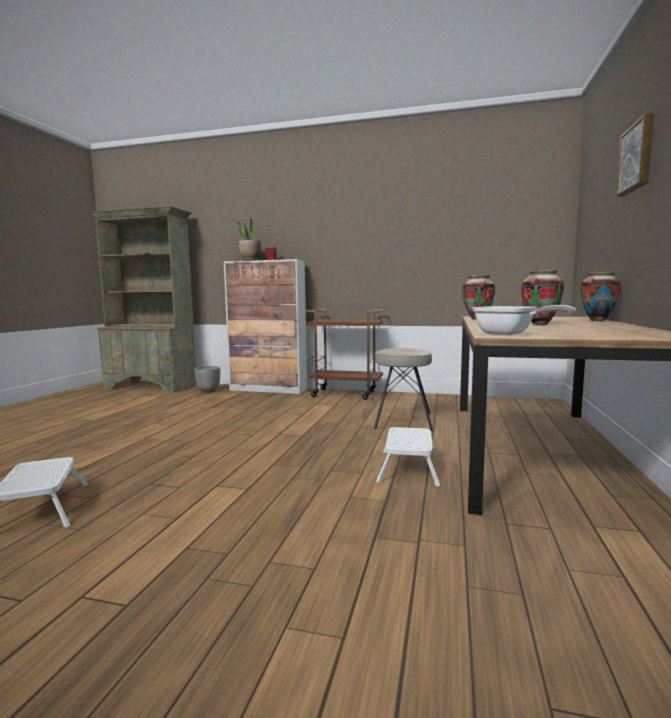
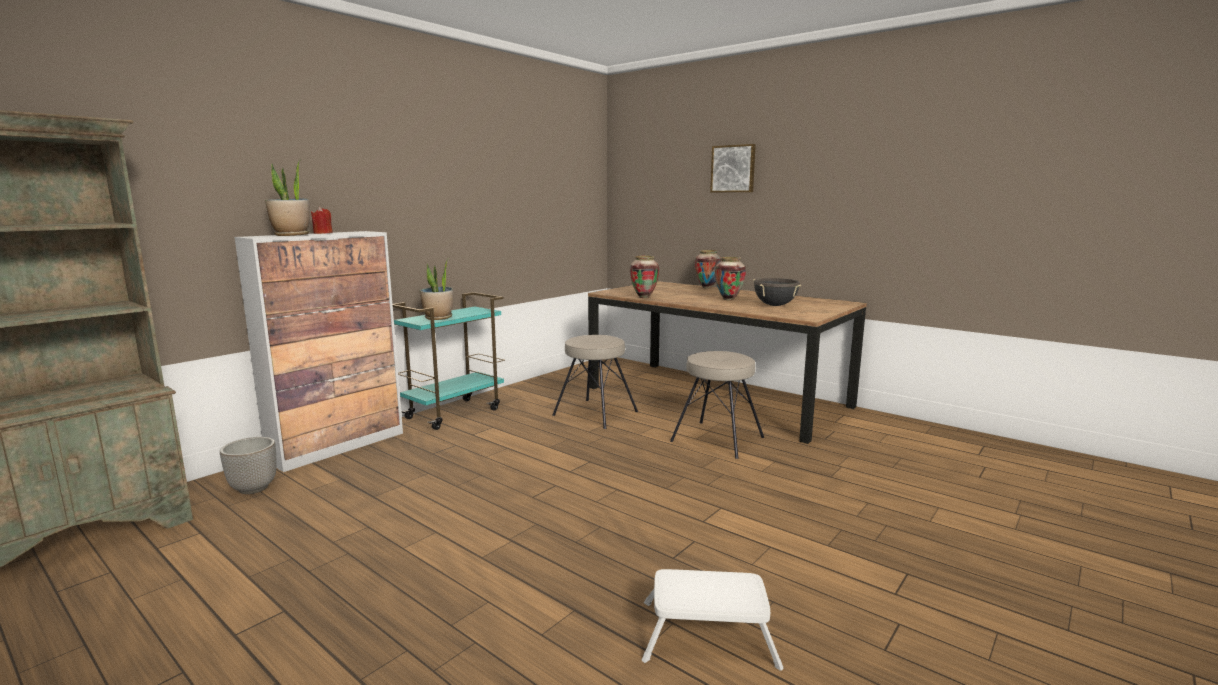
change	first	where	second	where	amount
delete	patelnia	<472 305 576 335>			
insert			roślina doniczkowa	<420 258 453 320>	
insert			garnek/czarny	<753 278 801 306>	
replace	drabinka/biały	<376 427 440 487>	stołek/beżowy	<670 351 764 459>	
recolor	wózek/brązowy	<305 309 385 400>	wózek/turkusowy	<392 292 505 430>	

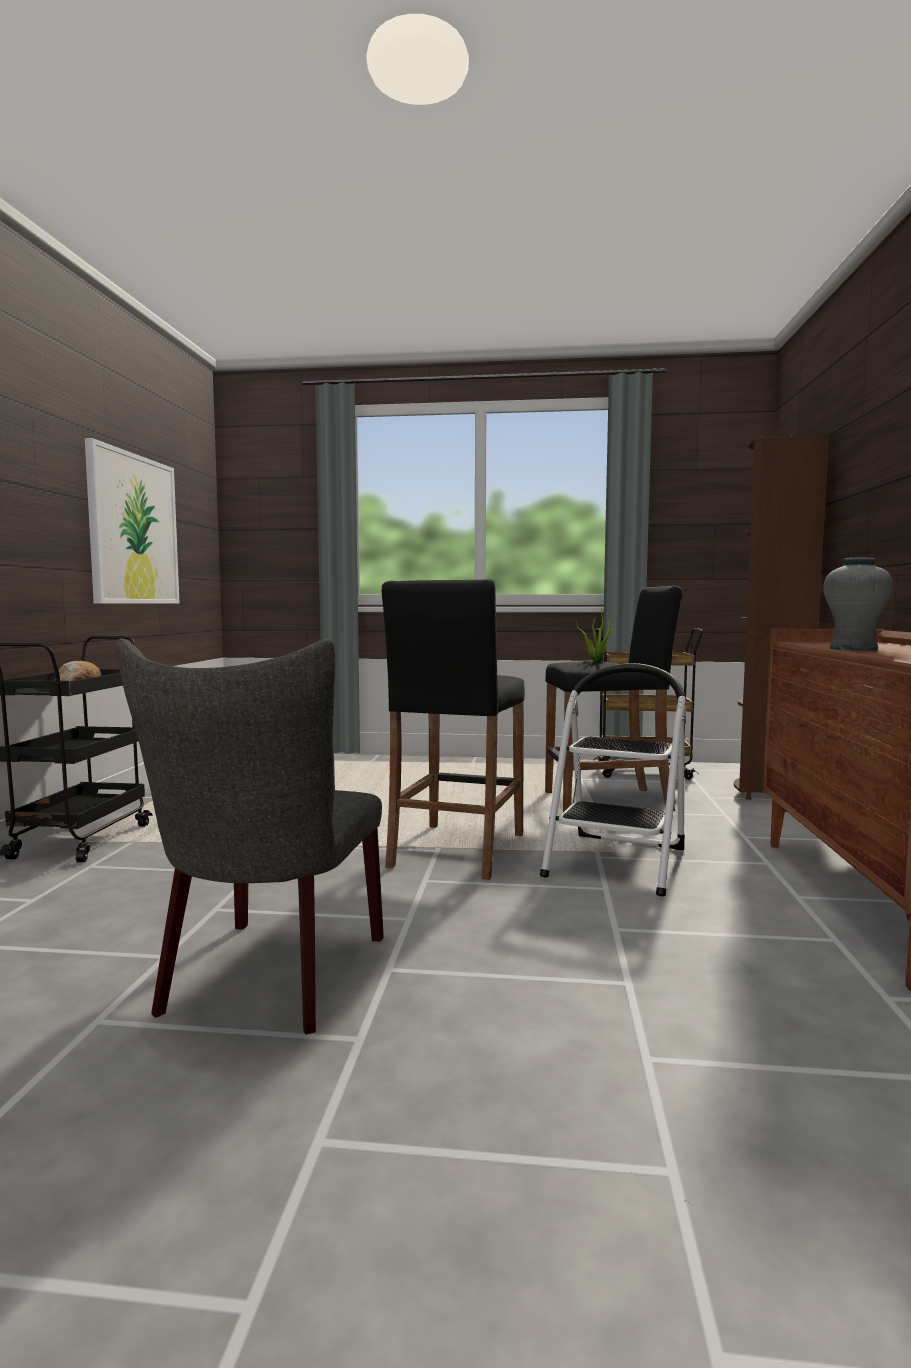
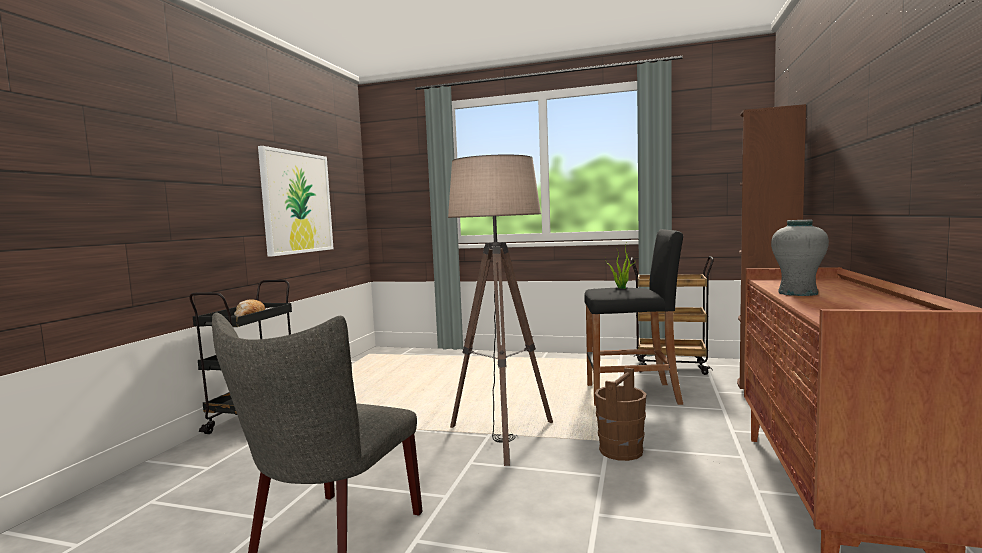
change	first	where	second	where	amount
replace	stołek/czarny	<382 579 525 880>	lampa stojąca	<448 155 553 466>	
replace	drabinka	<540 663 686 896>	wiadro/brązowy	<595 368 647 461>	

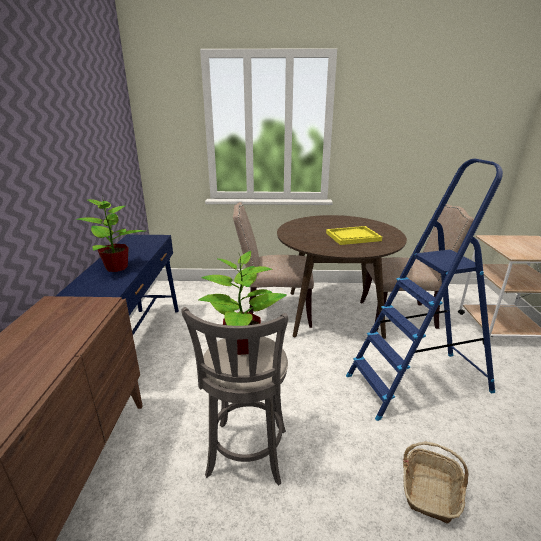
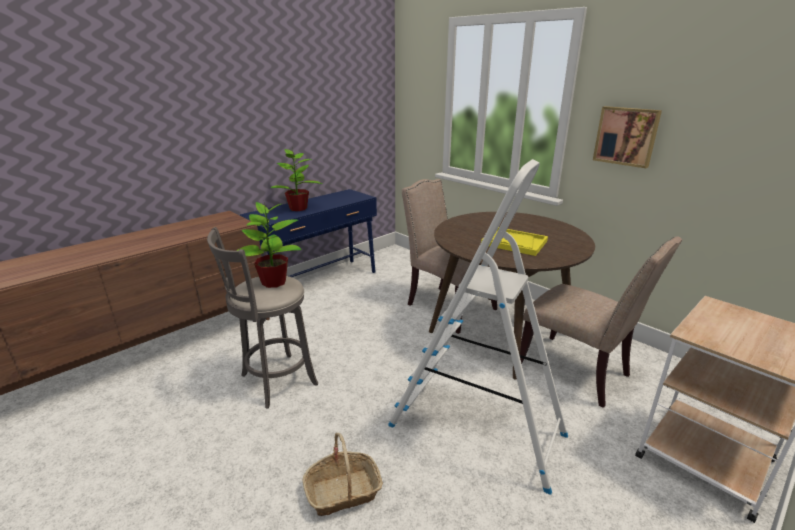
change	first	where	second	where	amount
insert			obraz	<593 106 662 168>	
recolor	drabinka/niebieski	<346 159 503 421>	drabinka/biały	<388 159 568 495>	

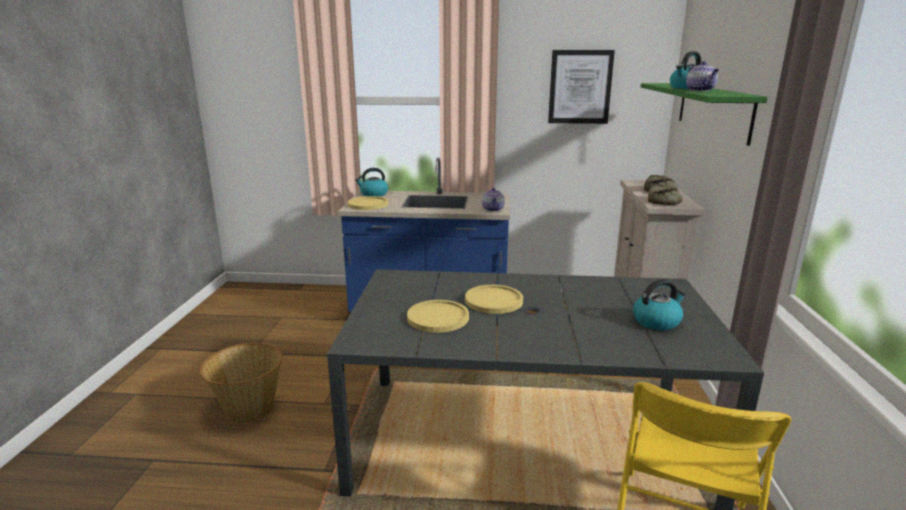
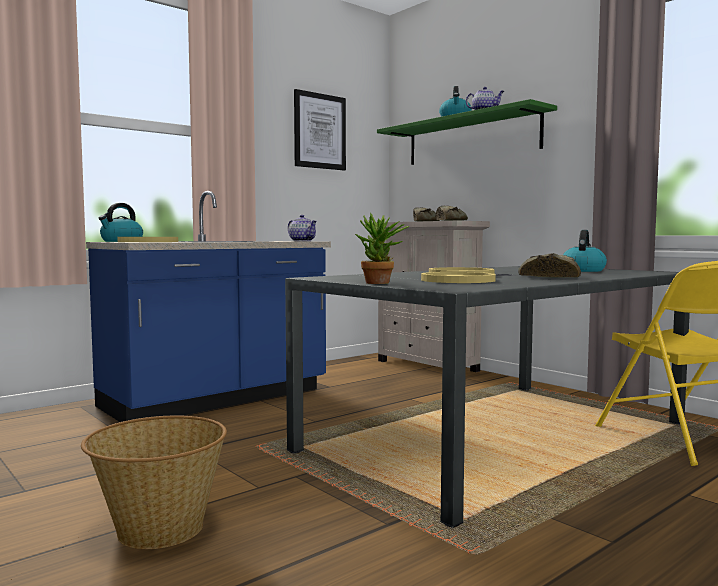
change	first	where	second	where	amount
insert			roślina doniczkowa	<355 212 409 284>	
insert			chleb	<518 253 581 278>	

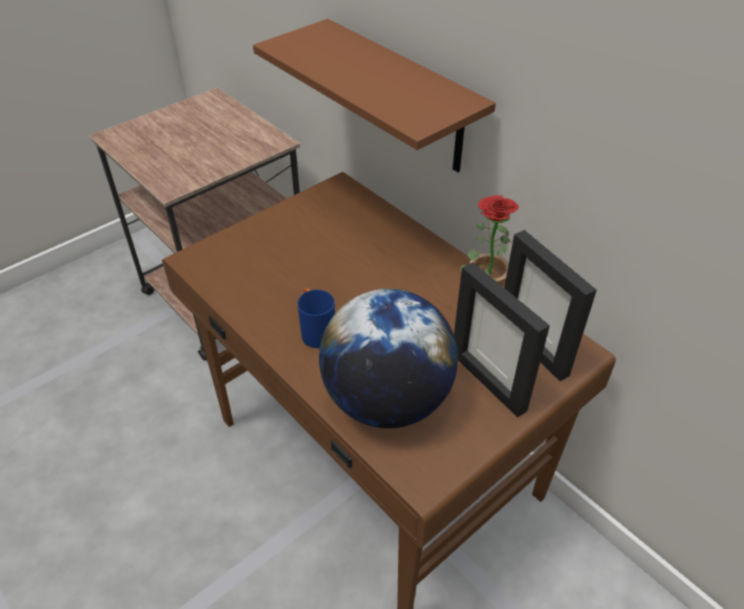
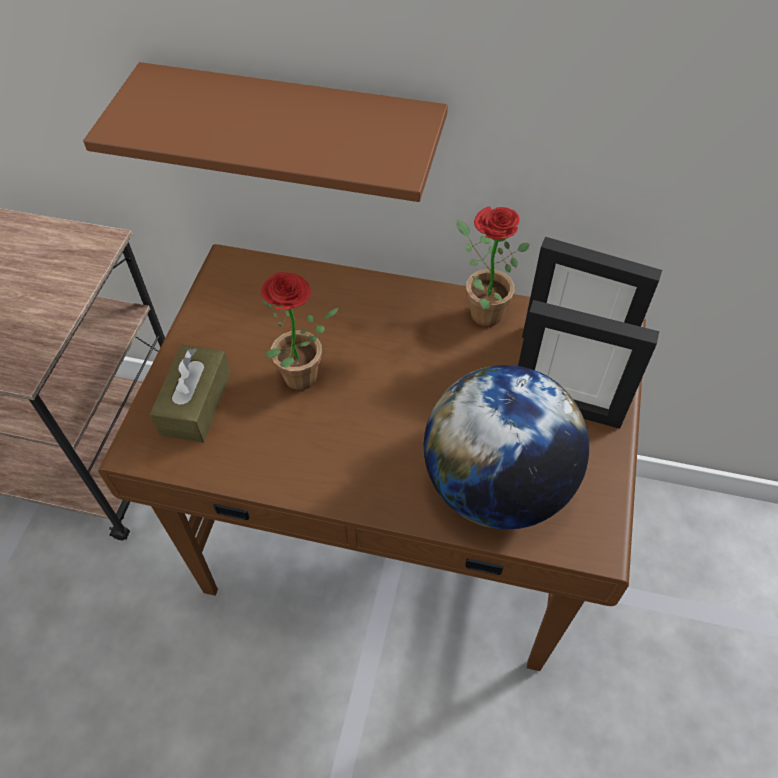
change	first	where	second	where	amount
delete	kubek/niebieski	<297 288 335 348>			
insert			pudełko chusteczek/brązowy	<150 345 231 443>	
insert			roślina doniczkowa	<261 272 338 390>	

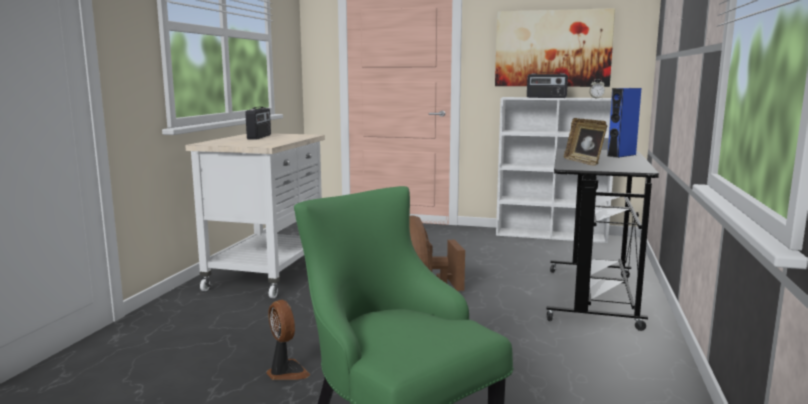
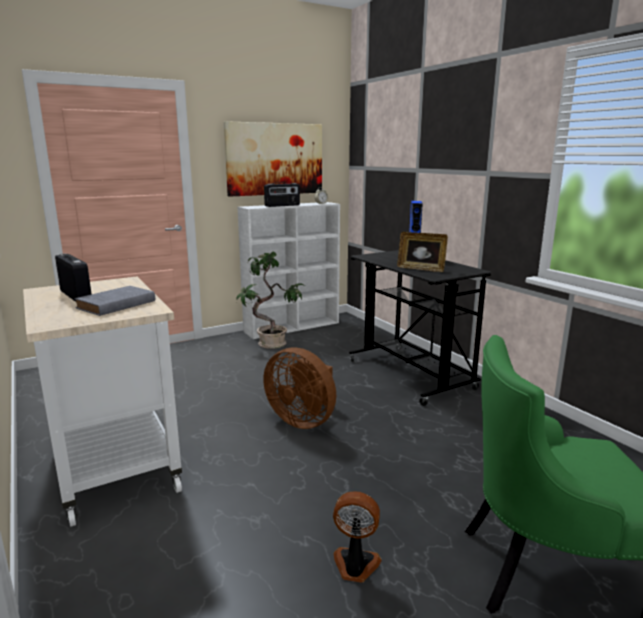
change	first	where	second	where	amount
insert			książka/szary	<74 286 155 316>	
insert			roślina doniczkowa	<236 252 305 349>	

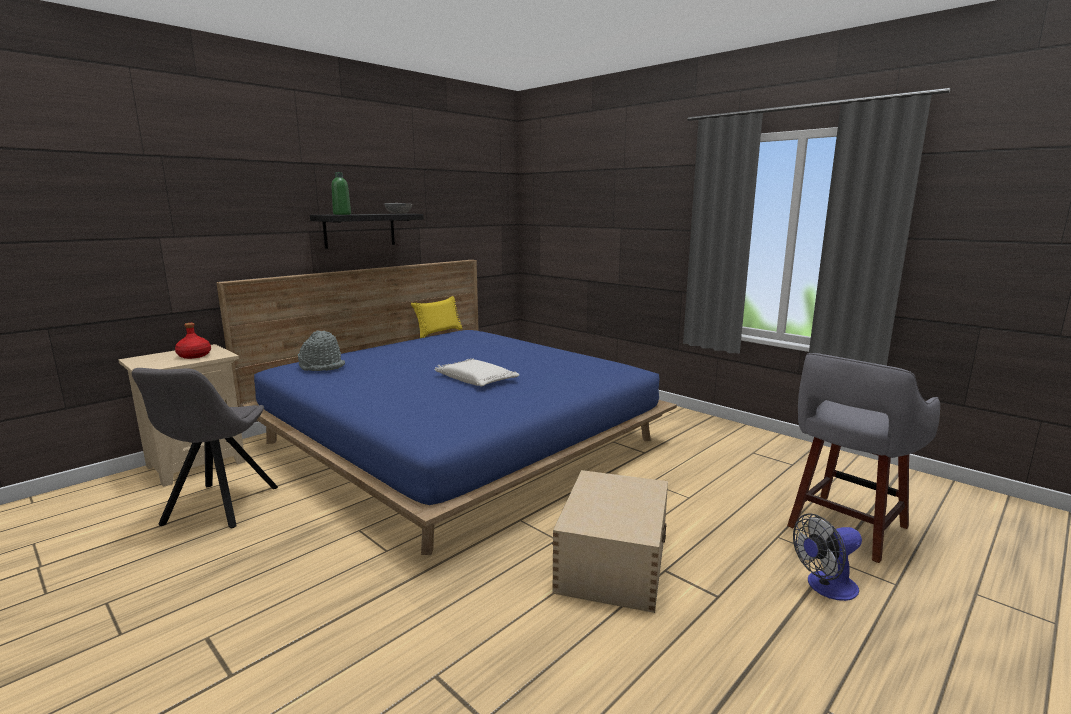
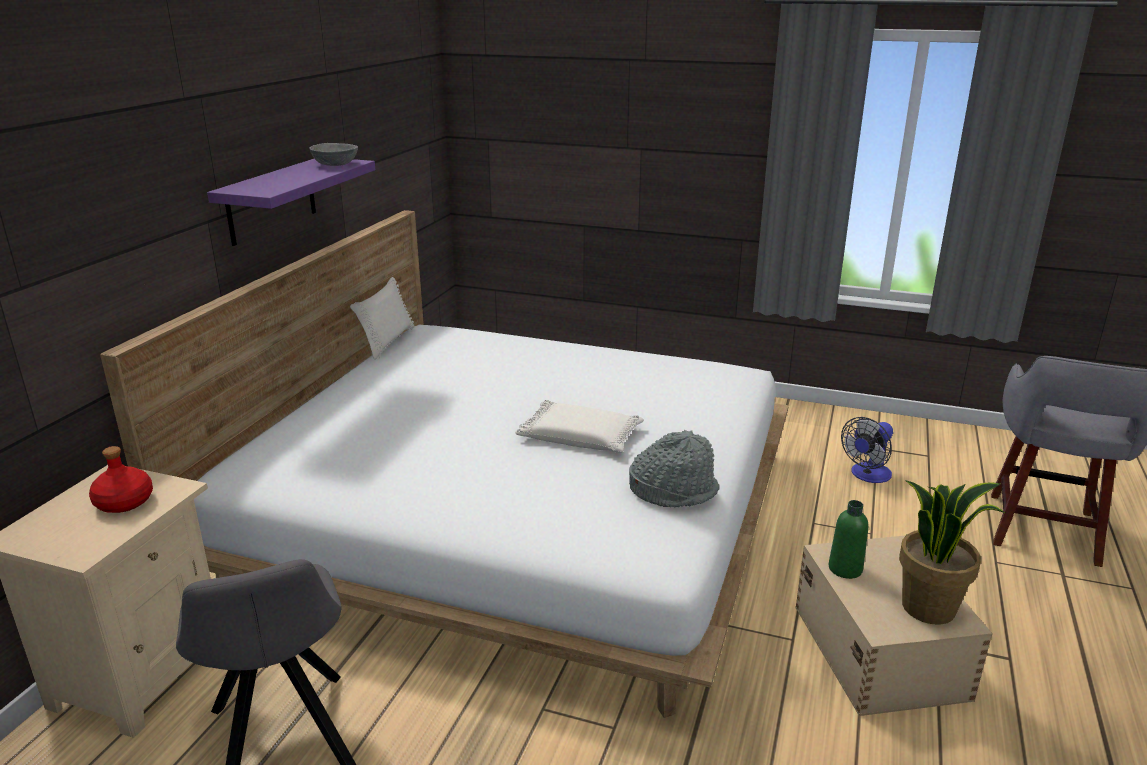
change	first	where	second	where	amount
insert			roślina doniczkowa	<899 480 1005 625>	
move	kapelusz/szary	<298 330 345 371>		<629 430 719 508>	
move	butelka/zielony	<331 172 351 215>		<829 500 868 579>	
move	wentylator	<793 514 862 601>		<841 417 893 483>	
recolor	łóżko/niebieski	<216 260 677 555>	łóżko/biały	<100 210 789 718>	
recolor	półka/czarny	<310 214 424 249>	półka/fioletowy	<207 159 375 246>	
recolor	poduszka/żółty	<411 296 462 338>	poduszka/biały	<350 277 414 360>	

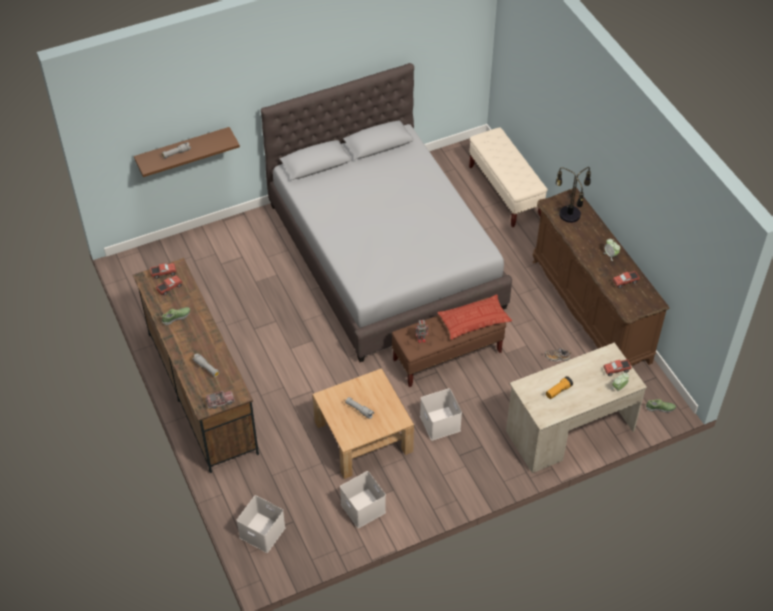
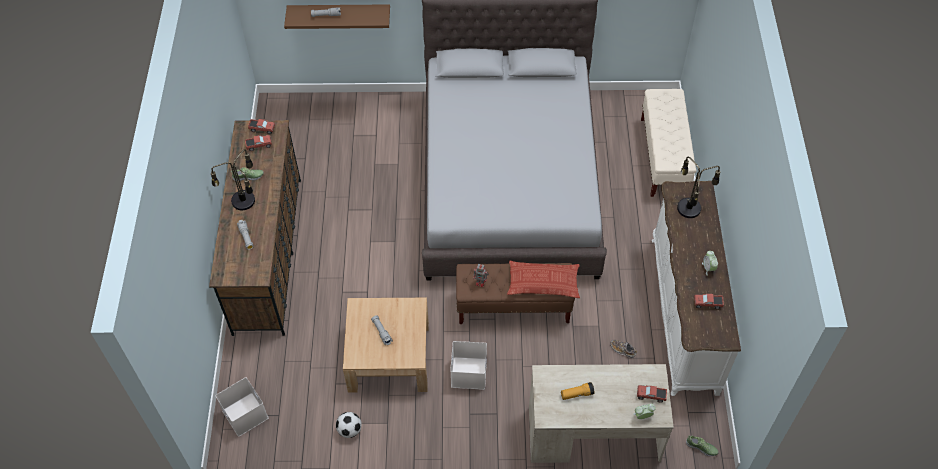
change	first	where	second	where	amount
delete	ciężarówka zabawkowa	<205 391 235 409>			
insert			lampa stołowa	<211 149 255 210>	
replace	pojemnik do przechowywania/biały	<340 471 386 528>	piłka futbolowa	<336 412 362 438>	
recolor	szafka/brązowy	<533 188 669 366>	szafka/biały	<652 181 741 396>	

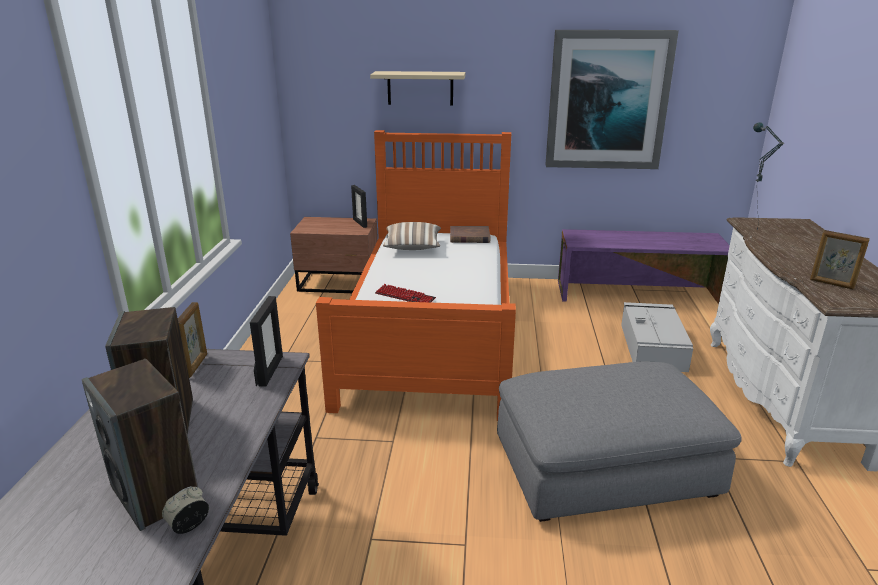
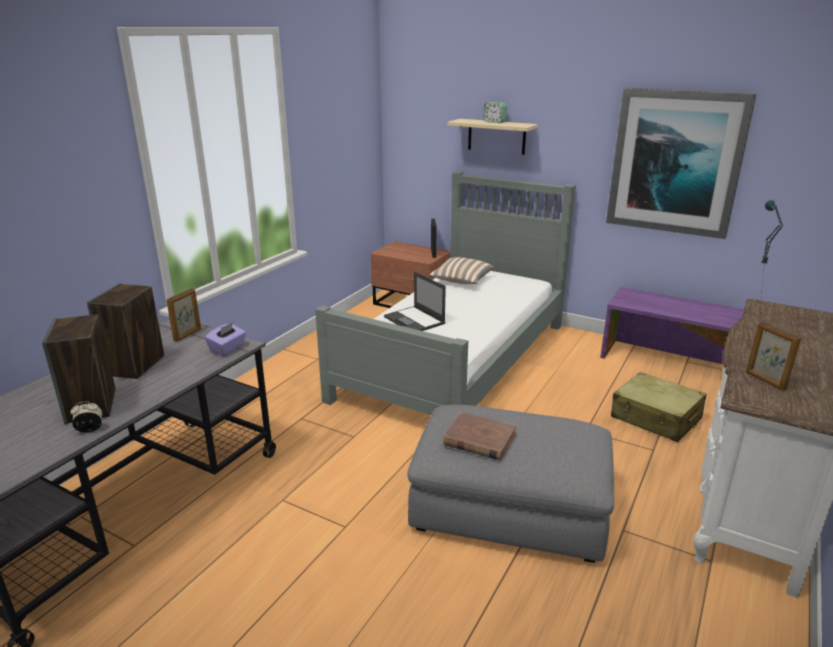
change	first	where	second	where	amount
insert			budzik	<484 102 507 123>	
move	książka/brązowy	<450 226 490 243>		<443 412 517 461>	
replace	ramka na zdjęcie	<250 296 283 387>	pudełko chusteczek/fioletowy	<205 322 246 356>	
replace	klawiatura	<375 284 436 303>	laptop	<384 272 446 331>	
replace	pojemnik do przechowywania/szary	<621 302 693 372>	walizka/beżowy	<611 372 707 442>	
recolor	łóżko/pomarańczowy	<316 130 516 421>	łóżko/szary	<315 172 576 415>	

